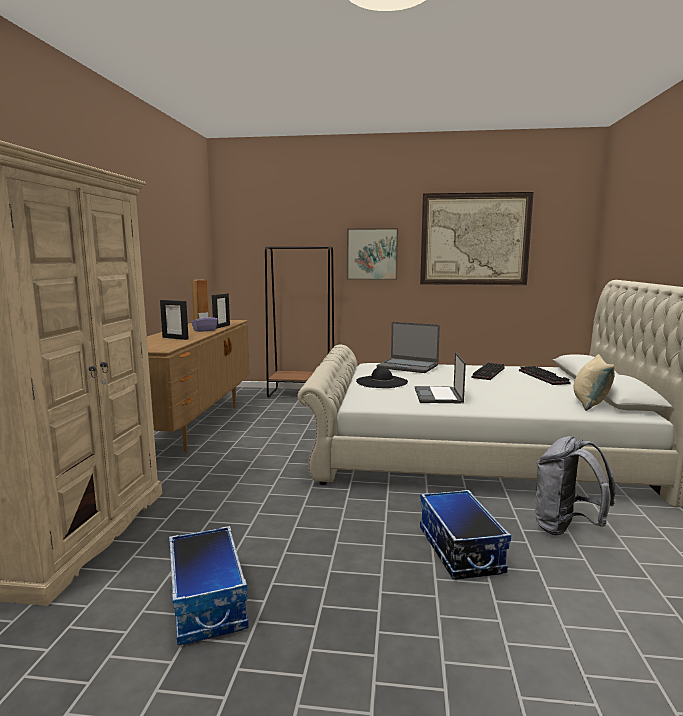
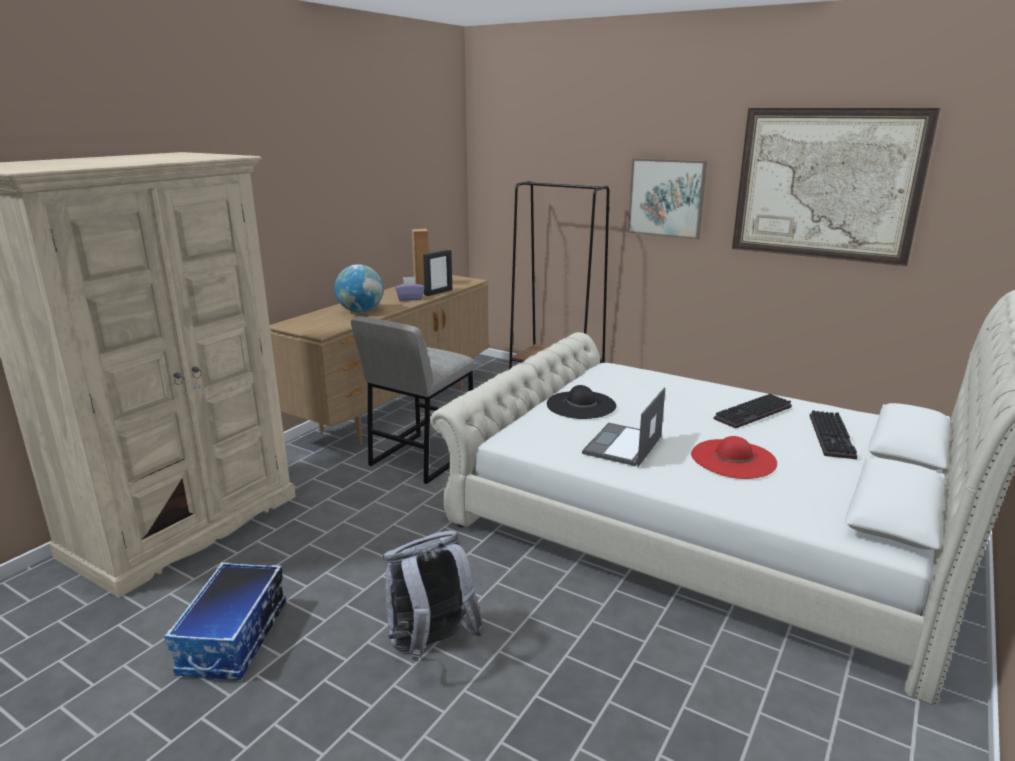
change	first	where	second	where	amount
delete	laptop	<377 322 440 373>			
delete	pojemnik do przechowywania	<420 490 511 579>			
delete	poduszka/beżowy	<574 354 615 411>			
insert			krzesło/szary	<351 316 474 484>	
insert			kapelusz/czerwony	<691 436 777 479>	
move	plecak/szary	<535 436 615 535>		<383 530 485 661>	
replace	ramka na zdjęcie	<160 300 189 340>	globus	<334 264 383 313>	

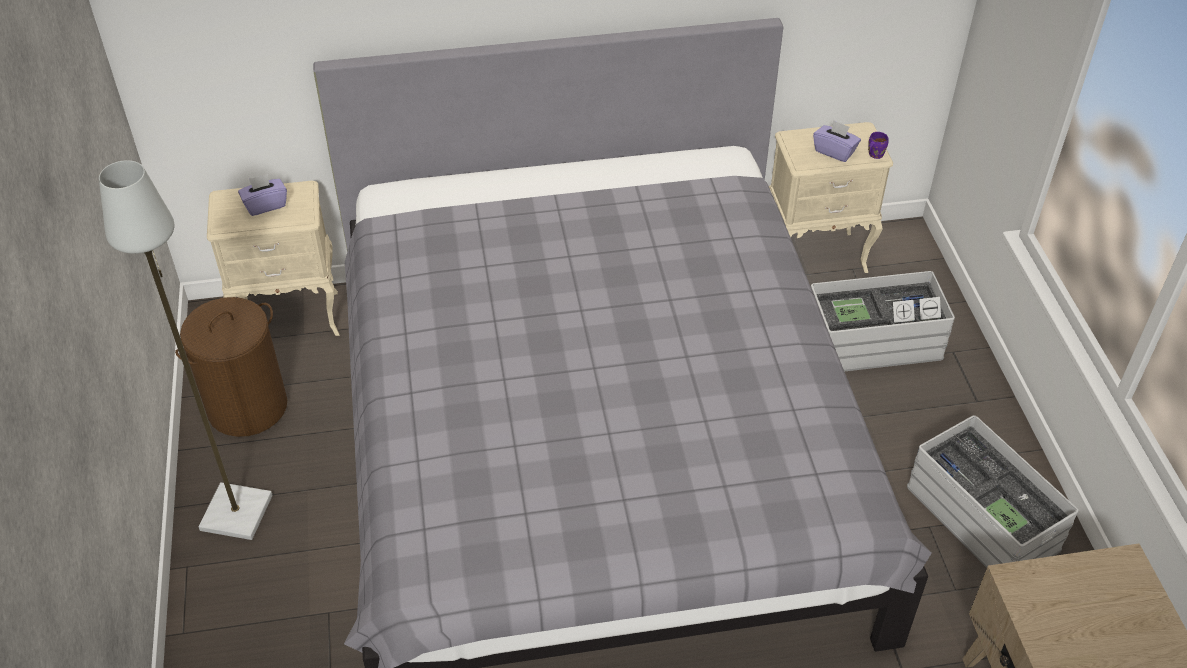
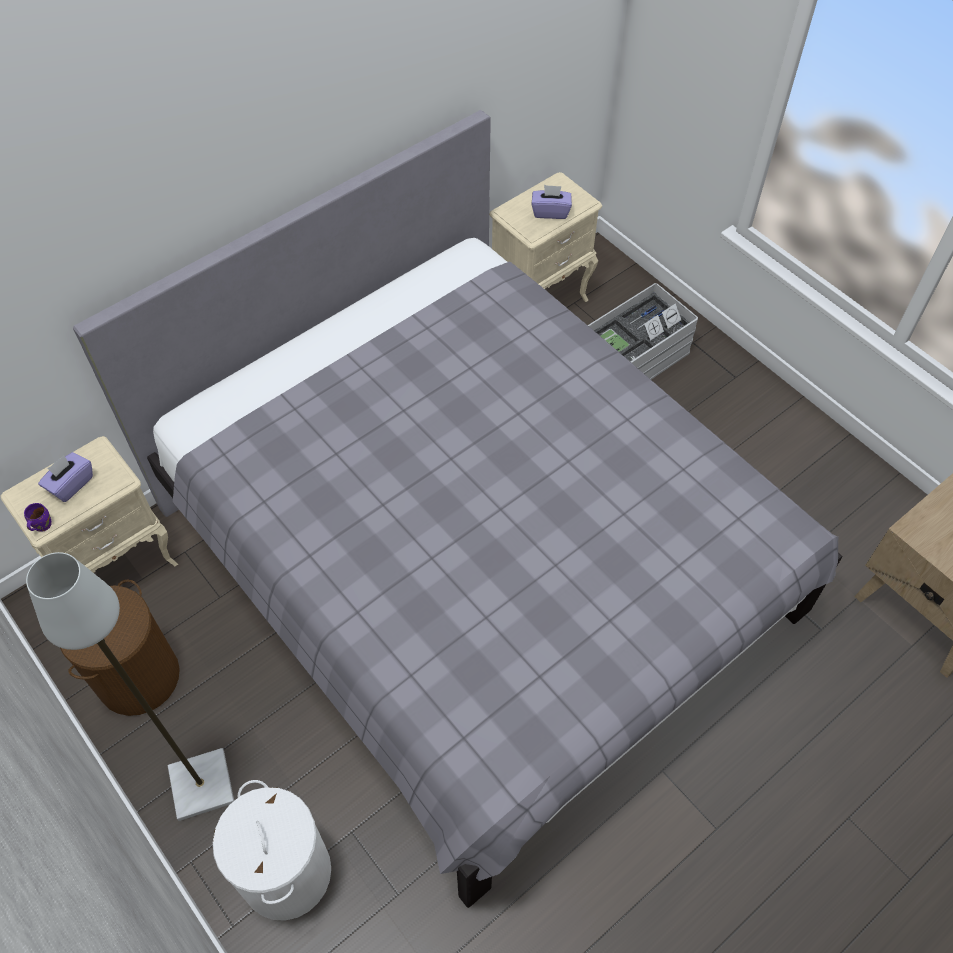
change	first	where	second	where	amount
delete	pojemnik do przechowywania/szary	<907 416 1078 568>			
insert			kosz na pranie/biały	<213 780 331 921>	
move	kubek/fioletowy	<868 132 888 159>		<24 503 52 532>	

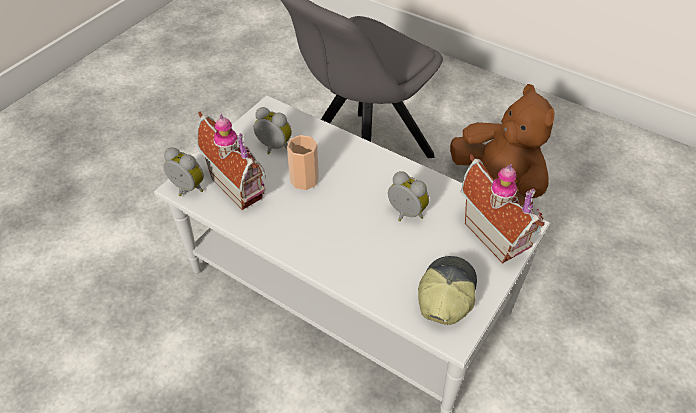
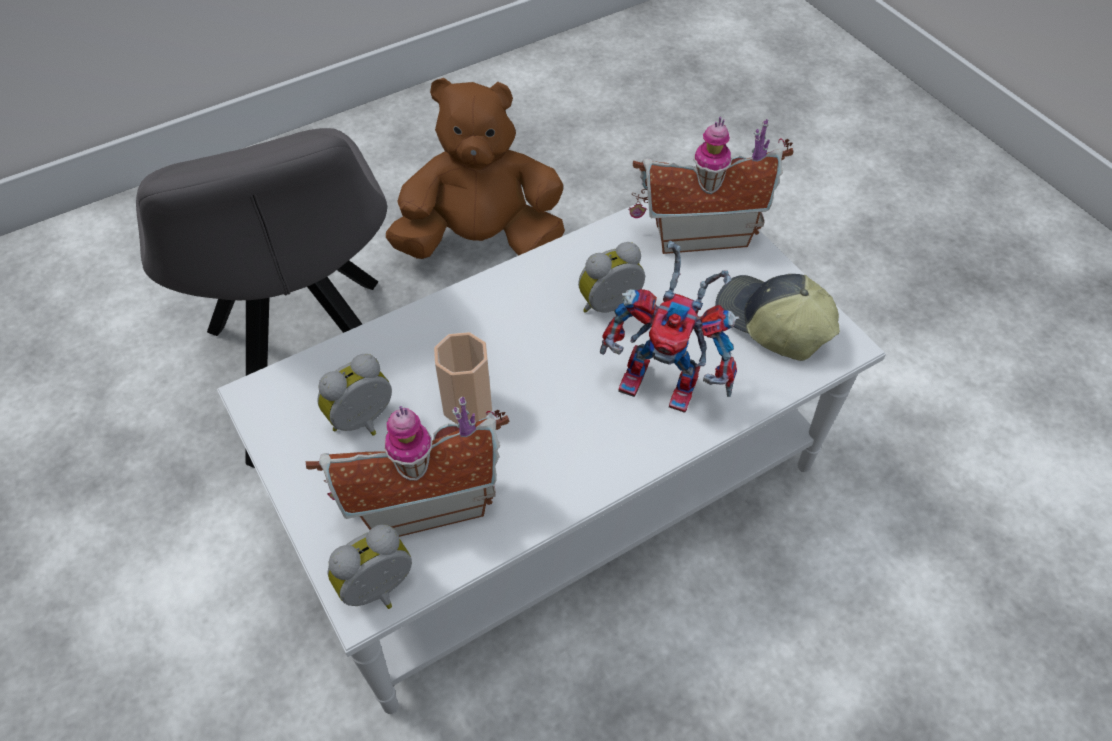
change	first	where	second	where	amount
insert			robot zabawkowy	<600 241 740 413>	

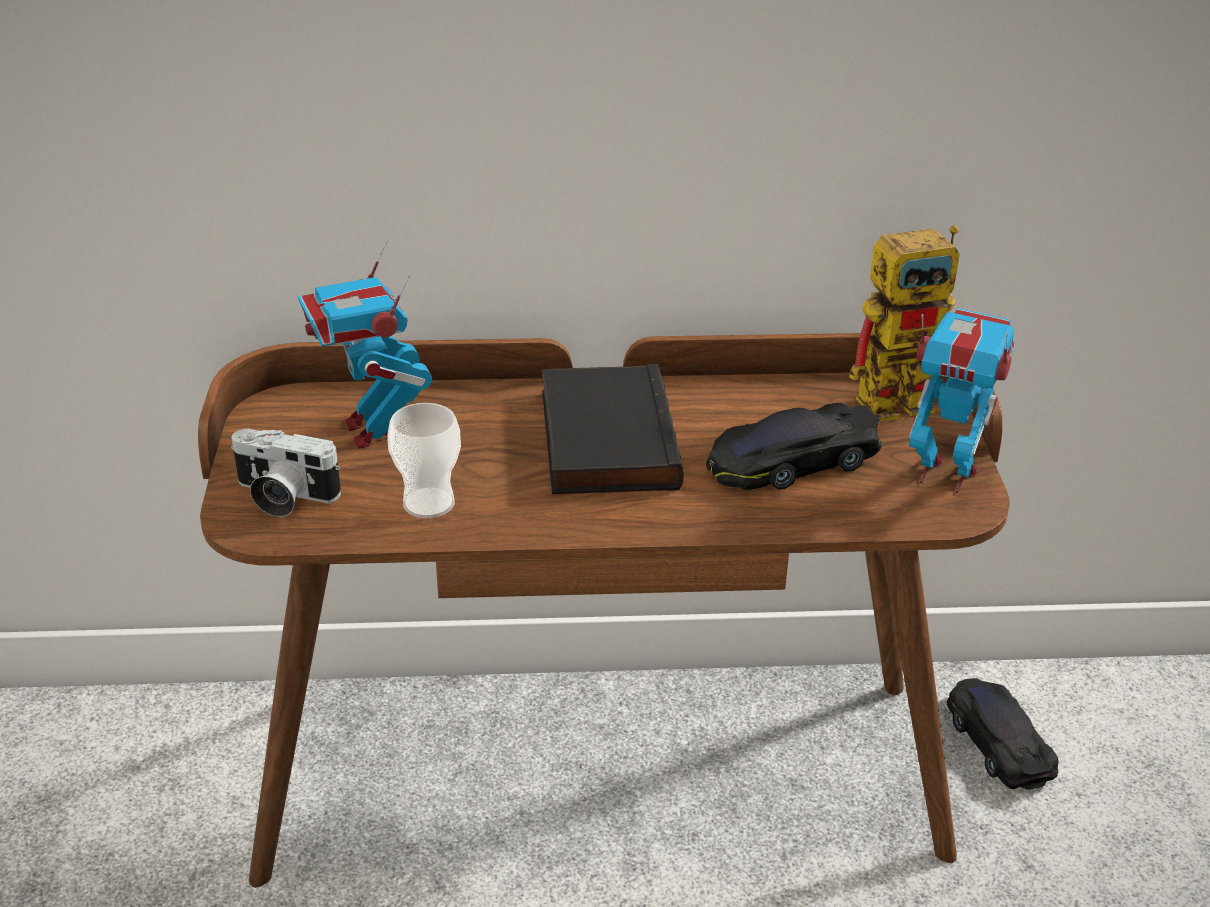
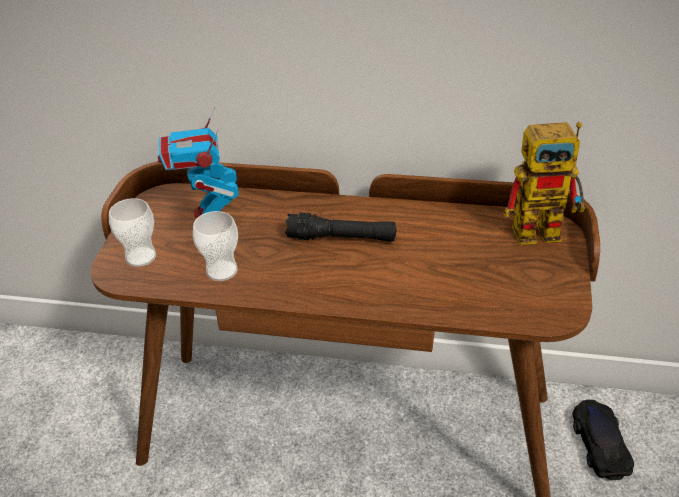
change	first	where	second	where	amount
delete	samochodzik/czarny	<706 403 882 490>			
delete	robot zabawkowy	<909 308 1015 493>			
replace	aparat fotograficzny	<231 429 341 517>	filiżanka	<109 198 156 267>	
replace	książka/czarny	<542 364 684 494>	latarka/czarny	<285 213 396 242>	

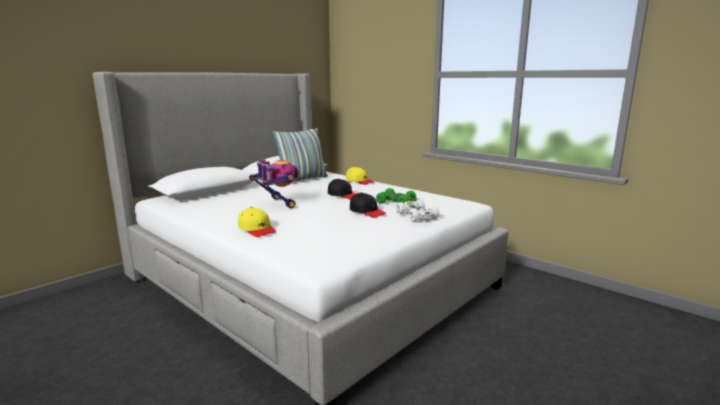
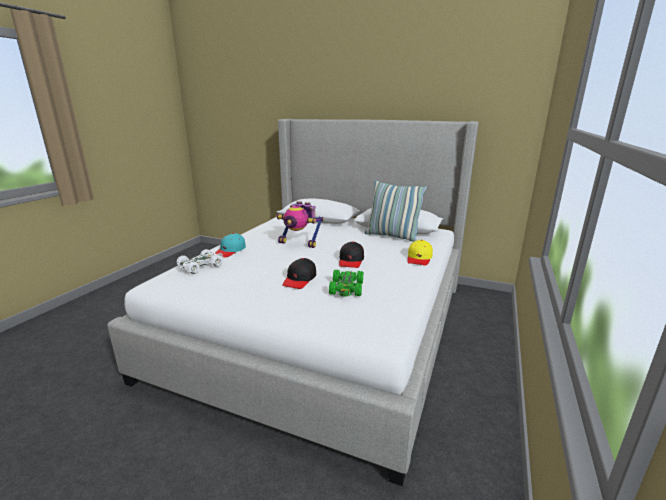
change	first	where	second	where	amount
move	samochodzik/biały	<396 200 439 222>		<177 249 223 274>	
recolor	czapka z daszkiem/żółty	<238 207 276 237>	czapka z daszkiem/turkusowy	<213 233 246 258>	
rotate	robot zabawkowy	<249 159 299 208>		<276 201 324 248>	75 degrees clockwise

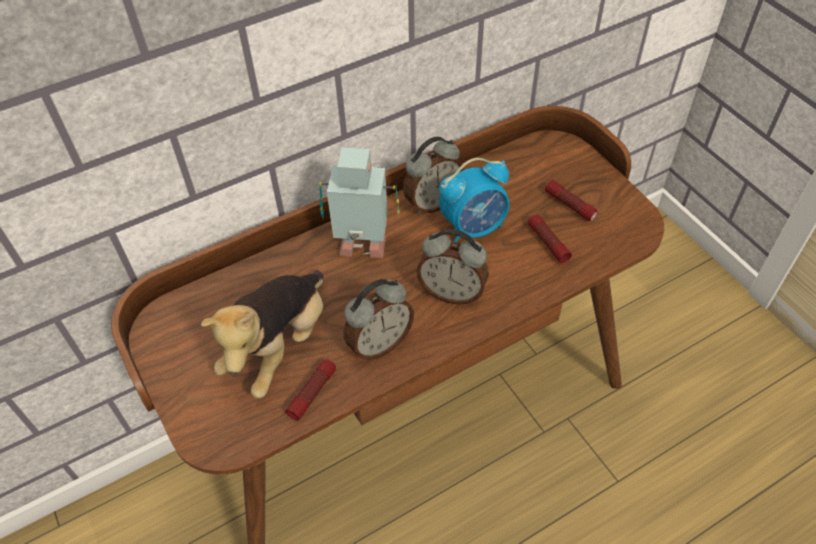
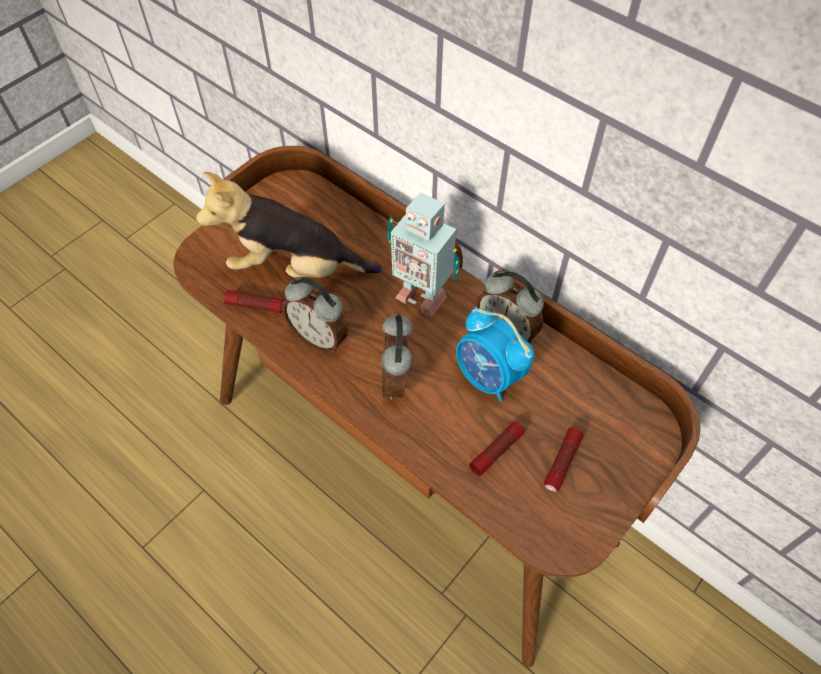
change	first	where	second	where	amount
rotate	robot zabawkowy	<319 147 400 258>		<388 192 460 317>	135 degrees clockwise

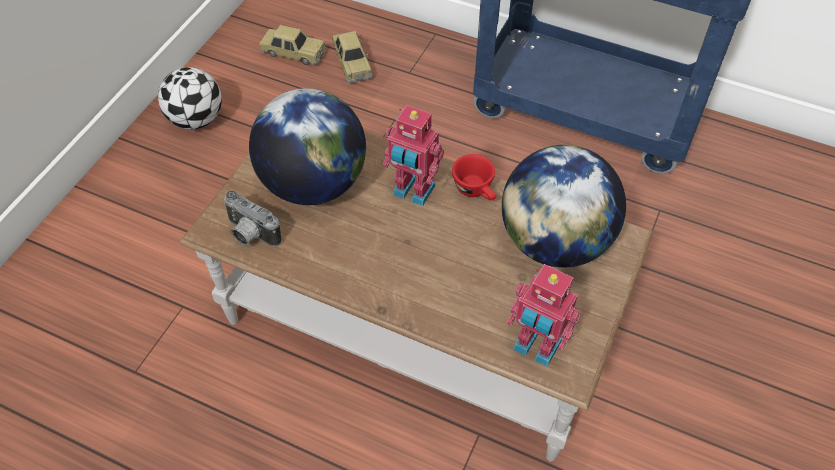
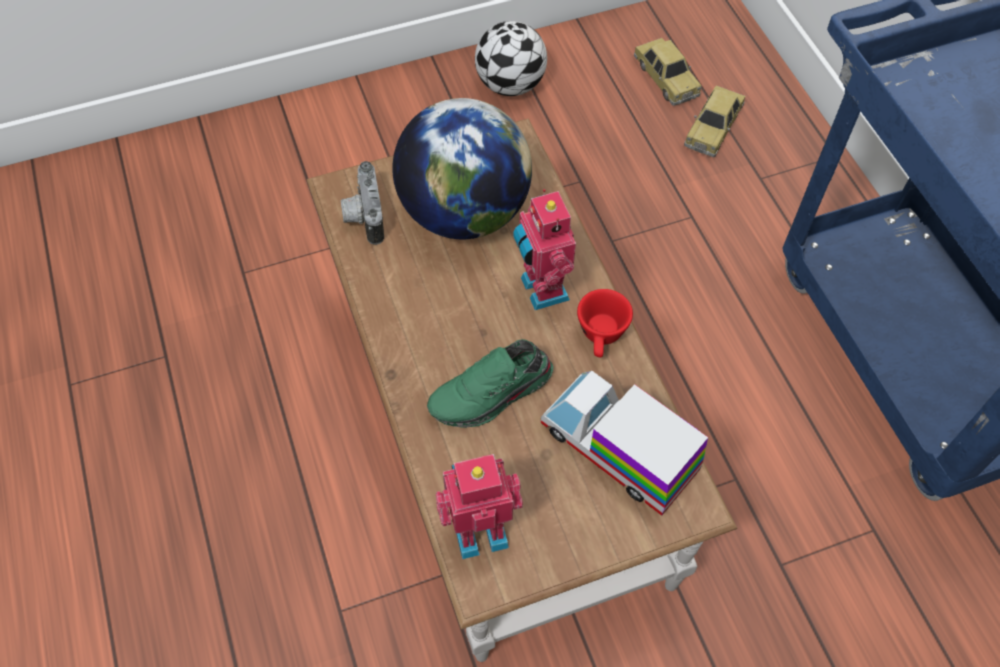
change	first	where	second	where	amount
insert			but/zielony	<427 339 553 428>	
replace	globus	<502 145 626 267>	ciężarówka zabawkowa	<541 371 708 516>	
rotate	robot zabawkowy	<507 264 581 367>		<436 454 523 559>	90 degrees clockwise

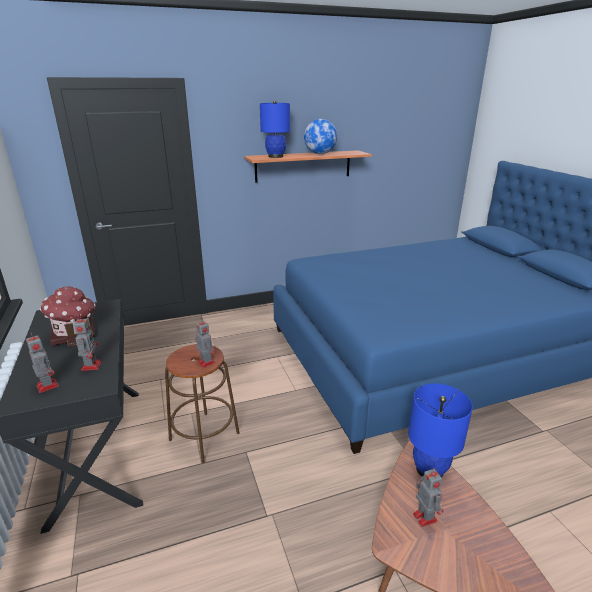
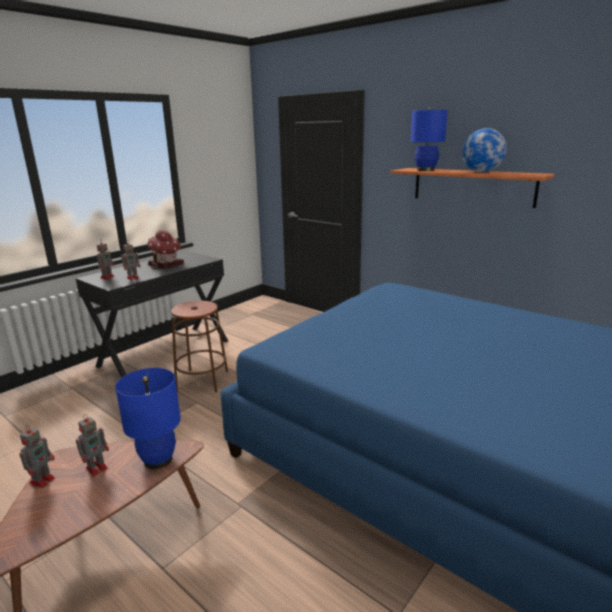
change	first	where	second	where	amount
move	robot zabawkowy	<195 320 216 368>		<20 425 55 488>	

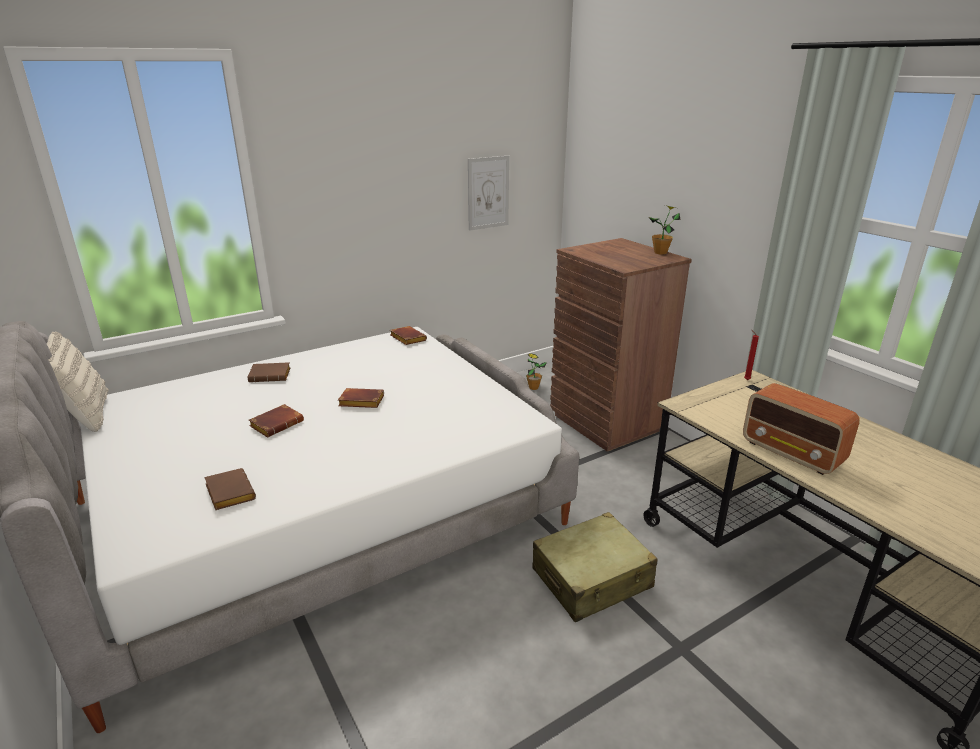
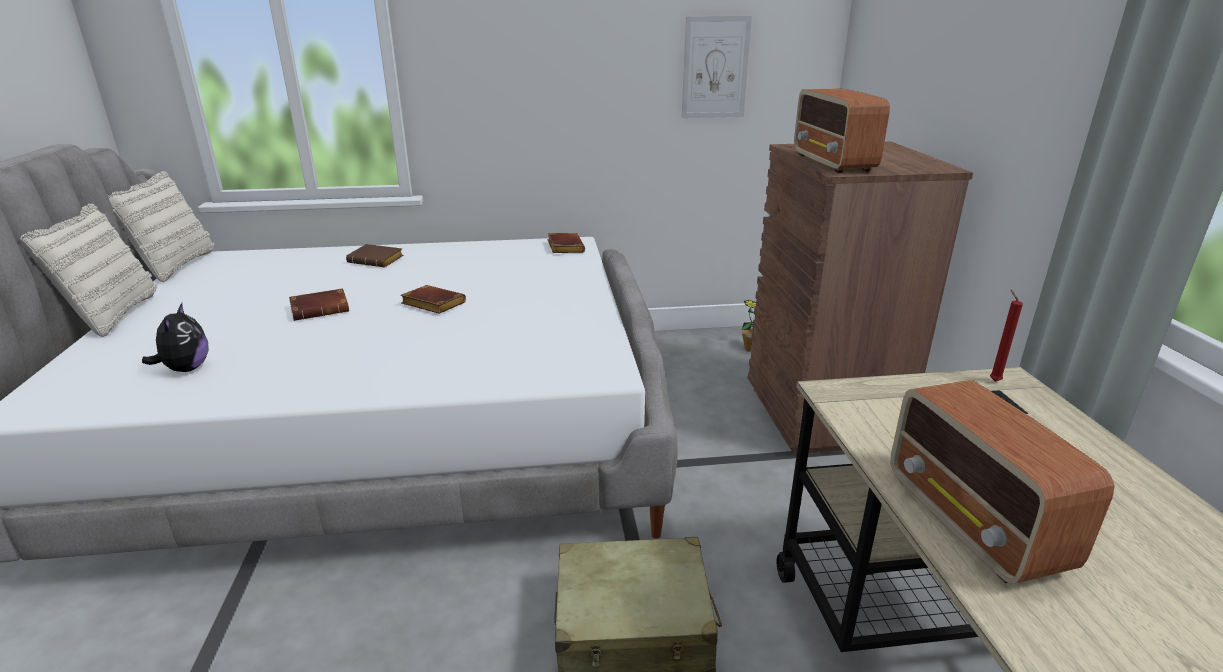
change	first	where	second	where	amount
delete	roślina doniczkowa	<649 205 681 254>			
insert			poduszka/beżowy	<20 204 158 337>	
insert			radio	<794 88 890 173>	
replace	książka/brązowy	<204 468 256 510>	pluszak	<142 303 209 372>	

